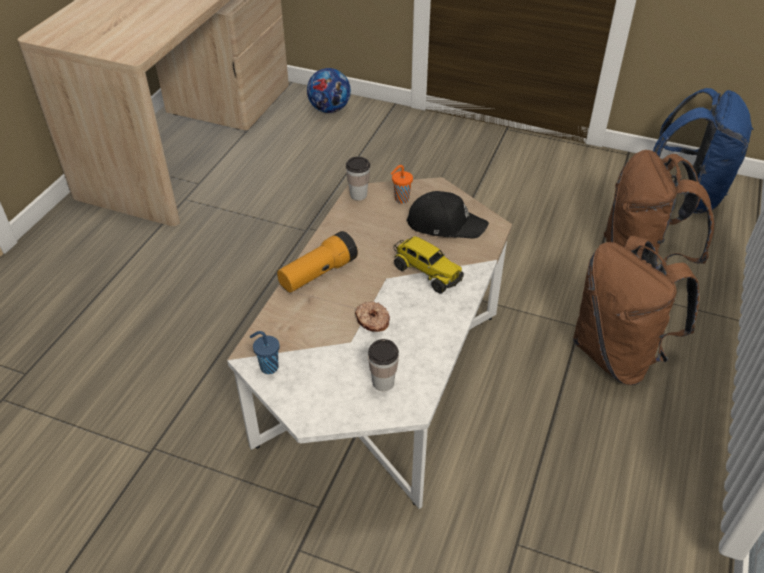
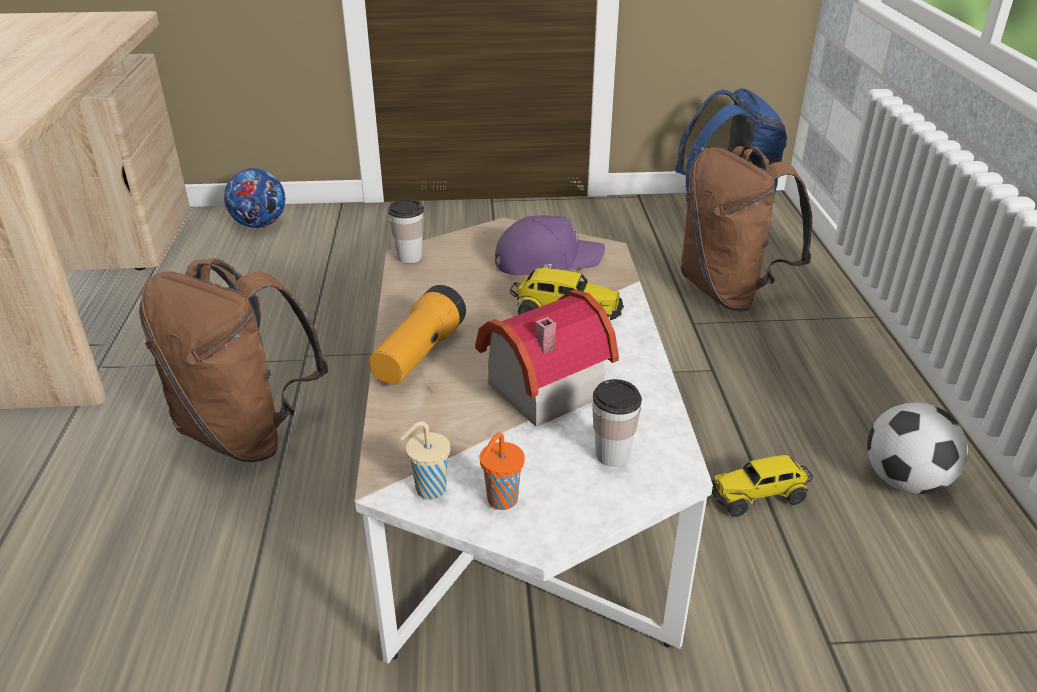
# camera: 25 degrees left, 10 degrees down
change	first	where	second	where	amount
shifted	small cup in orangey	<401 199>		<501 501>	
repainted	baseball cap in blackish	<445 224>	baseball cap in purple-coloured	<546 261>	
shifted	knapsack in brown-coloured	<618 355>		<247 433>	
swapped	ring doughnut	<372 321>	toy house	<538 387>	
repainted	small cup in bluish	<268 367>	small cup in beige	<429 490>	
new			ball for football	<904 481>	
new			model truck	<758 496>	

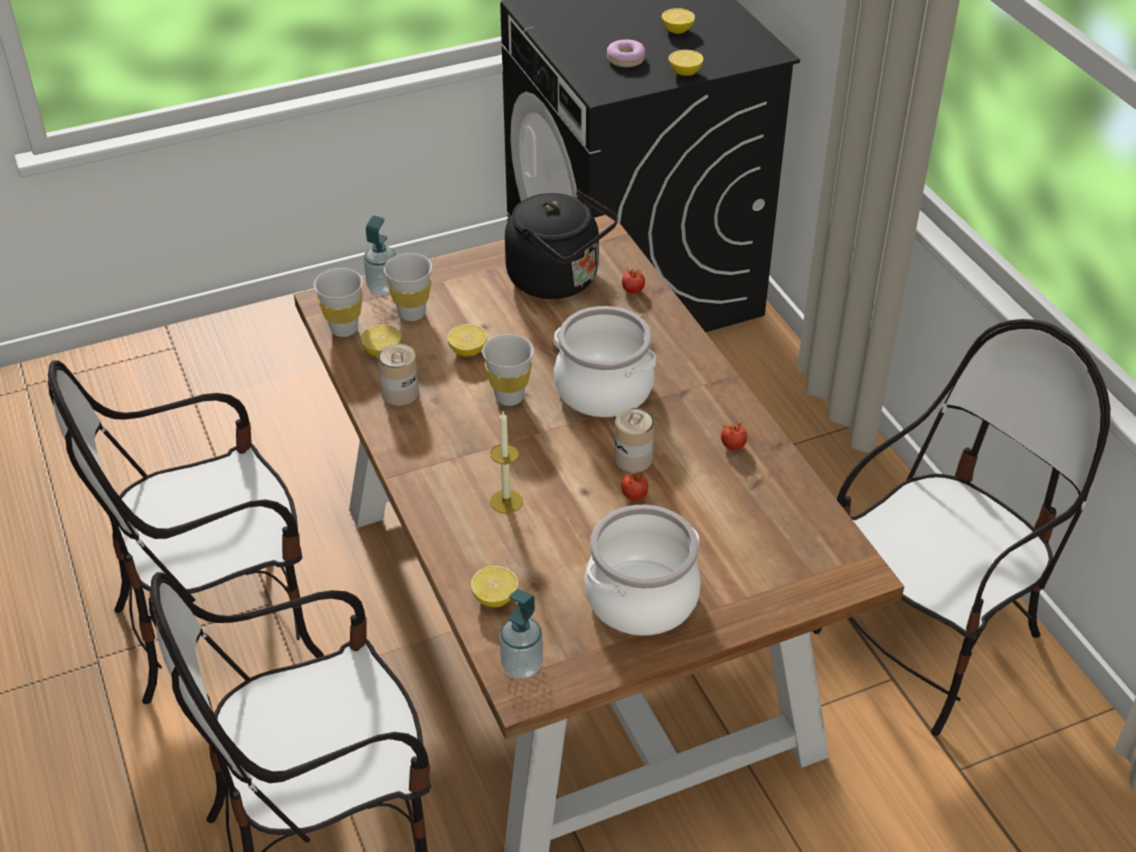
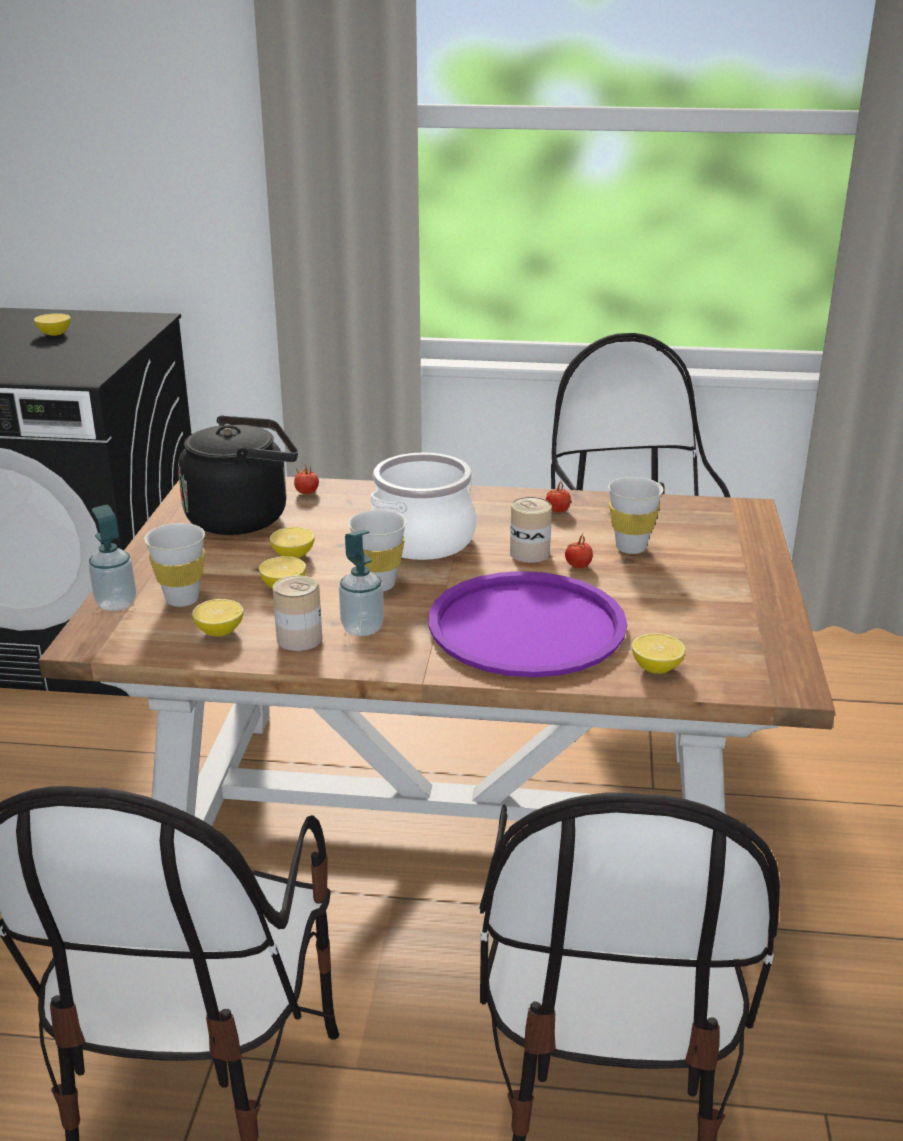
# camera: 60 degrees left, 15 degrees down
change	first	where	second	where	amount
gone	ring doughnut	<626 59>			
shifted	lemon	<685 73>		<293 555>	
shifted	small cup in whitish	<344 329>		<631 548>	
swapped	candle	<506 501>	tray in purple-coloured	<526 626>	
gone	saucepot	<642 599>			
shifted	liquid soap bottle	<522 666>		<362 628>	

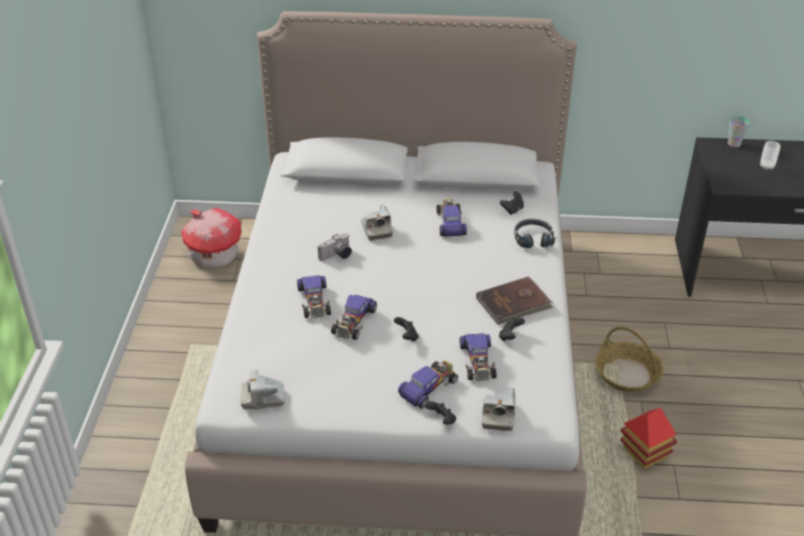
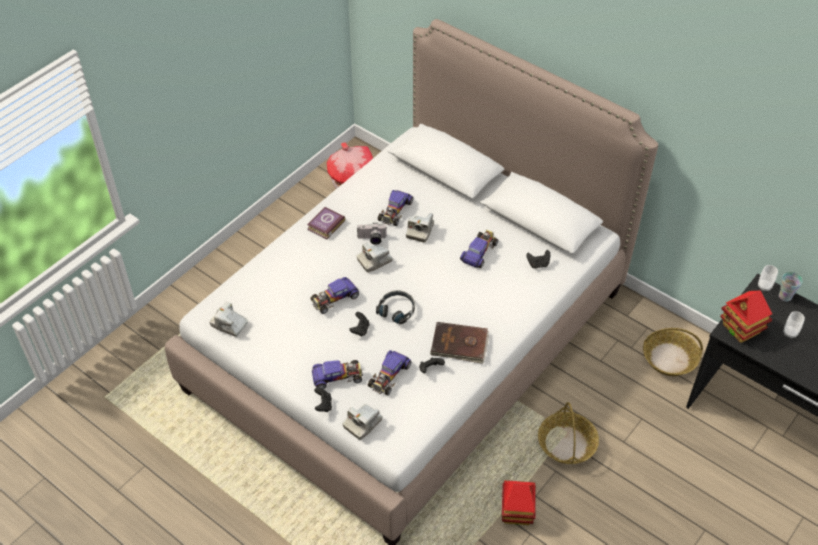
# camera: 35 degrees right, 10 degrees up
change	first	where	second	where	amount
shifted	pair of headphones in blackish	<533 238>		<397 310>	
shifted	model car	<314 301>		<395 211>	
new			bound book	<325 225>	
new			still camera	<374 261>	
new			small cup	<764 286>	
new			toy house	<741 329>	
new			basket	<669 358>	

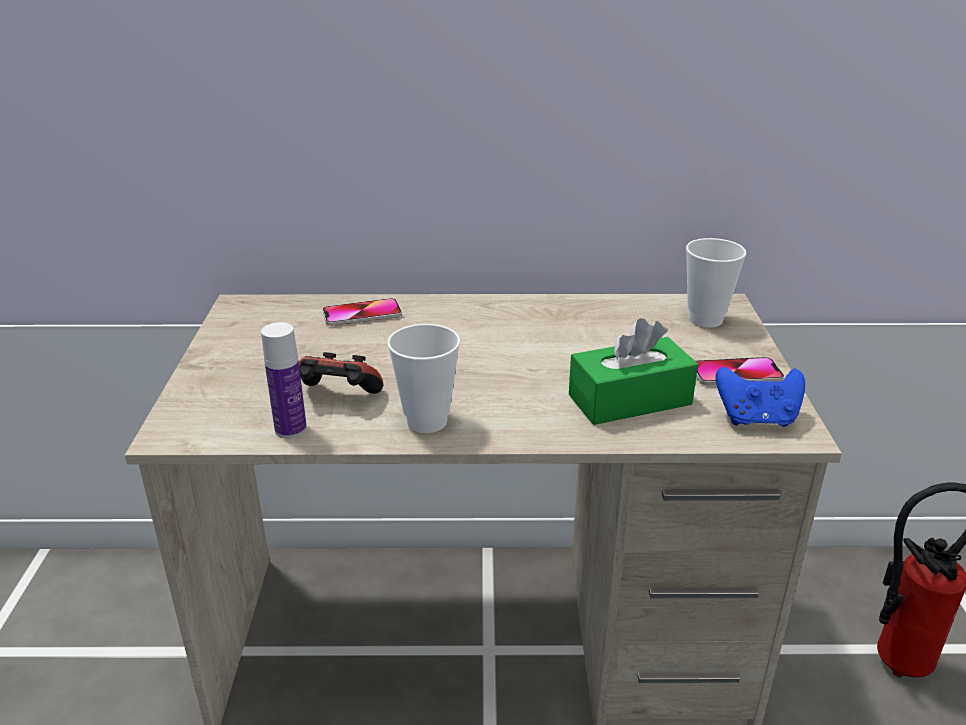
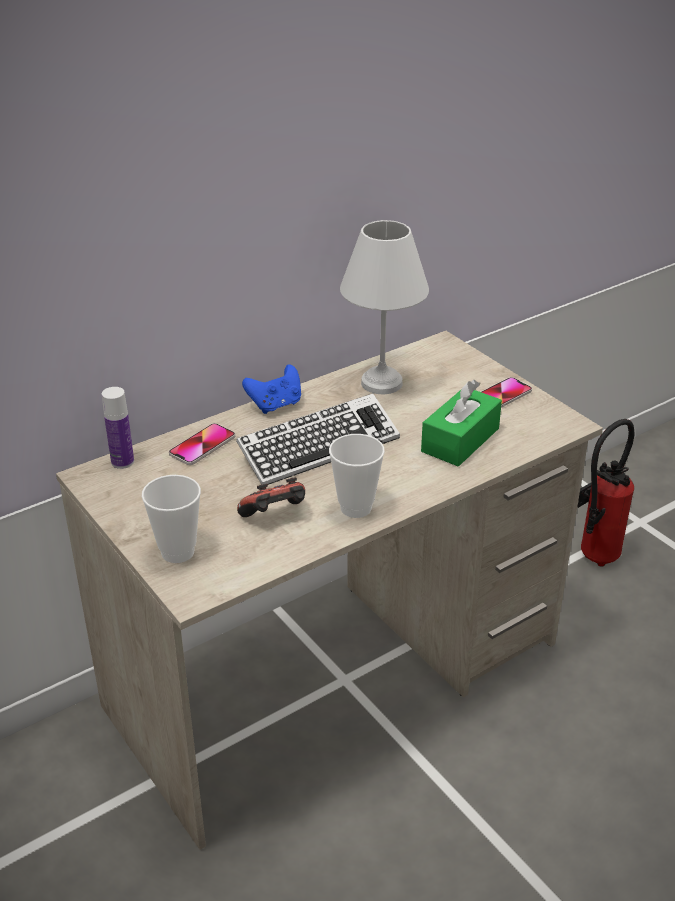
# camera: 35 degrees left, 5 degrees up
change	first	where	second	where	amount
shifted	small cup	<705 319>		<177 552>	
shifted	beverage bottle	<290 429>		<122 462>	
shifted	joypad in bluish	<756 419>		<275 405>	
new			table lamp in whitish	<379 383>	
new			PC keyboard	<319 447>	

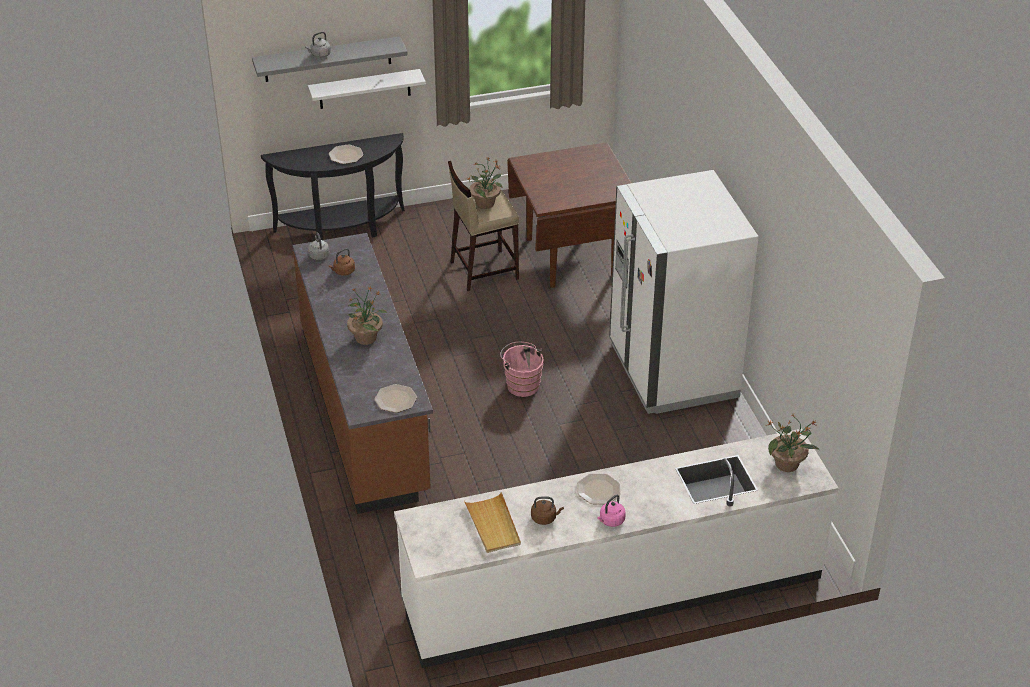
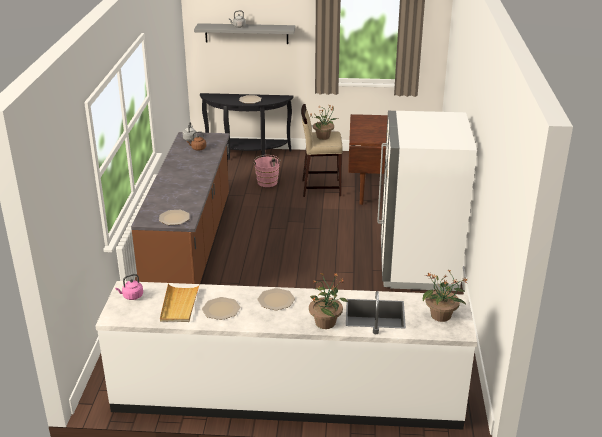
# camera: 20 degrees right, 10 degrees down
change	first	where	second	where	amount
gone	shelf in whitish	<364 89>			
shifted	plant in a pot	<366 337>		<326 322>	
shifted	water bucket in pink	<521 384>		<267 181>	
shifted	kettle in pink	<611 521>		<131 296>	
swapped	kettle in brown-coloured	<545 518>	plate	<221 309>	

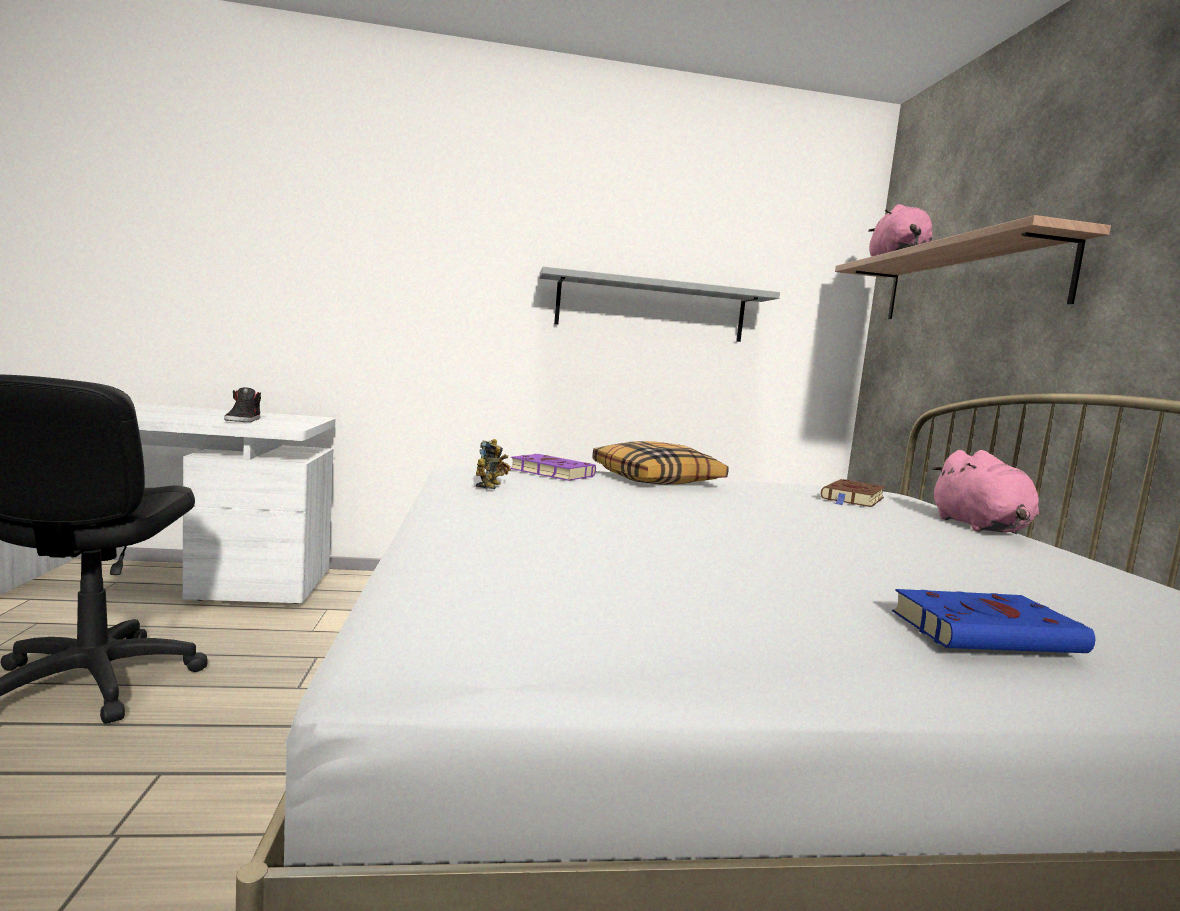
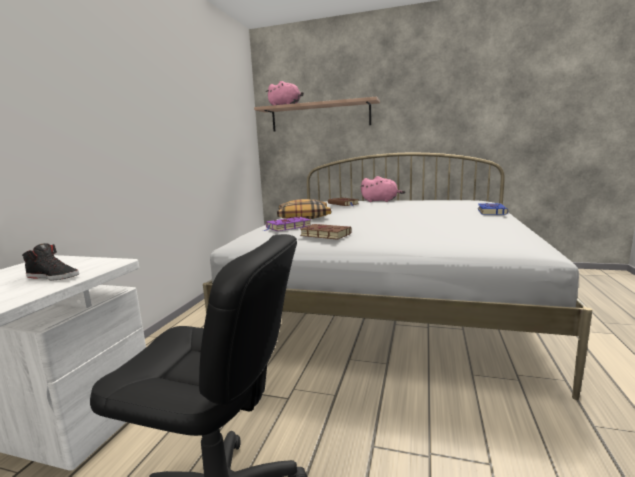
# camera: 65 degrees left, 5 degrees up
change	first	where	second	where	amount
gone	shelf in greyish	<651 308>			
swapped	model robot	<491 486>	bound book in brown-coloured	<324 235>	

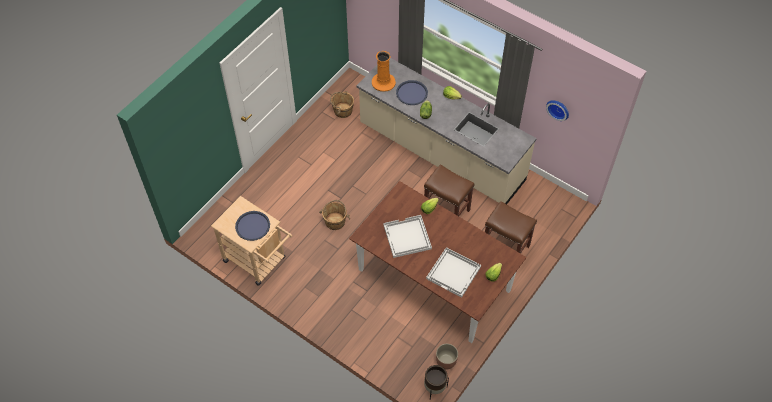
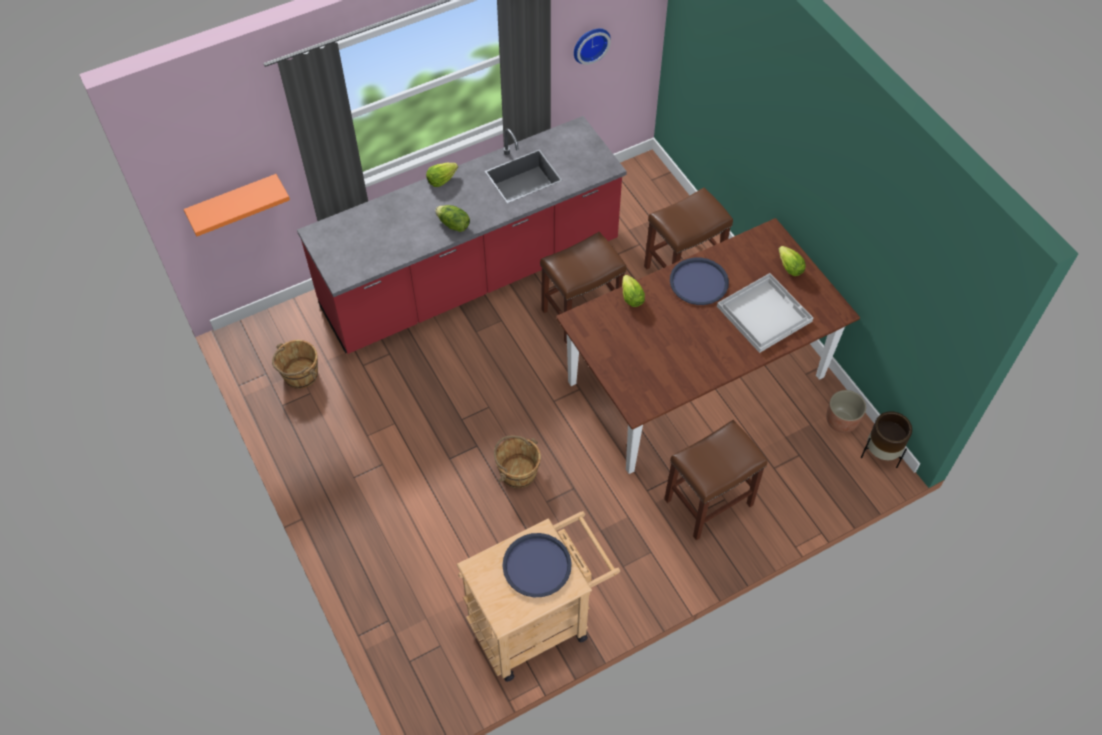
# camera: 65 degrees left, 0 degrees up
change	first	where	second	where	amount
gone	decorative vase in orangey	<383 82>			
repainted	counter in beige	<441 153>	counter in reddish	<471 277>	
shifted	tray in bluish	<411 93>		<699 282>	
gone	tray in whitish	<407 237>			
new			shelf in orangey	<234 203>	
new			stool seat in brown-coloured	<708 503>	

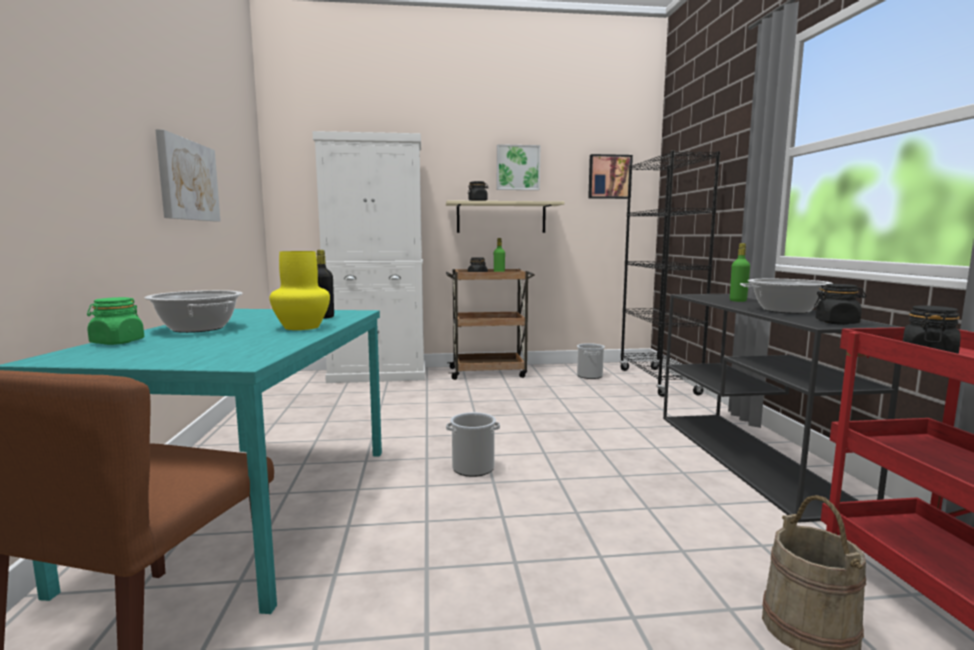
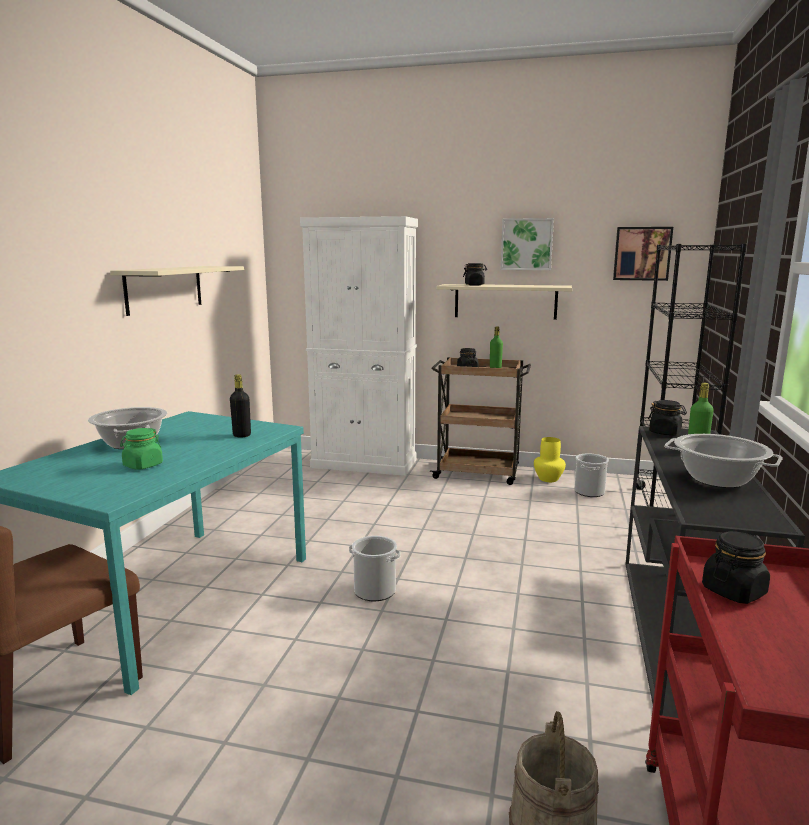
# camera: 20 degrees right, 5 degrees up
change	first	where	second	where	amount
swapped	wall art	<188 180>	shelf in beige	<164 289>	
shifted	decorative vase in yellow-coloured	<302 327>		<548 479>	
shifted	storage jar in blackish	<837 323>		<665 432>	
shifted	storage jar in green-coloured	<117 342>		<143 465>	

